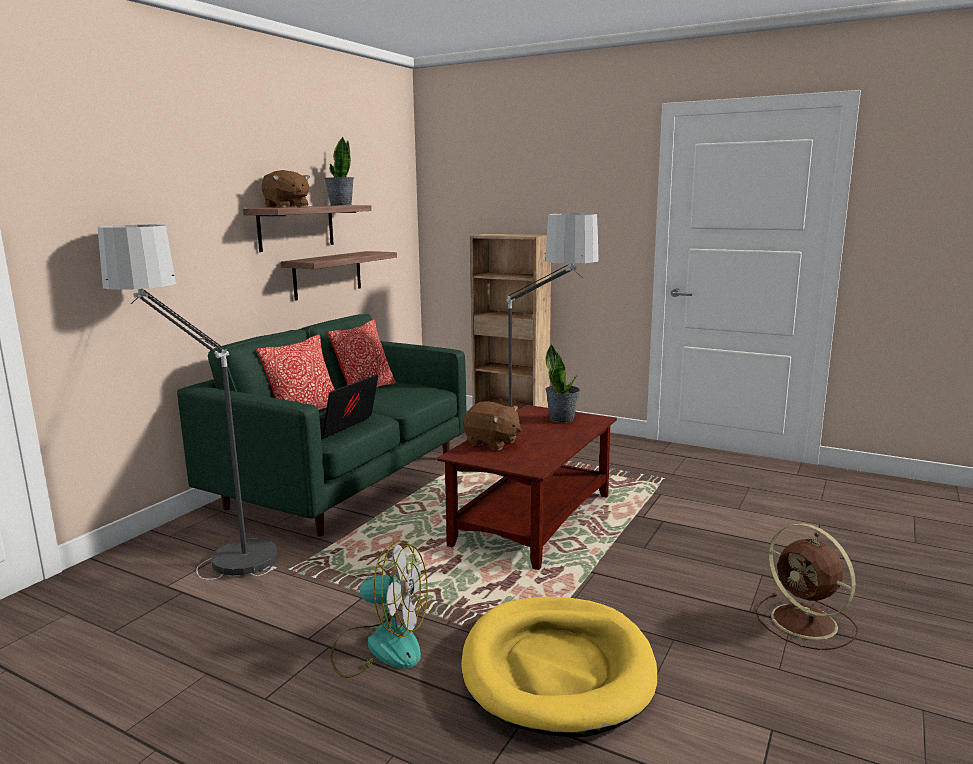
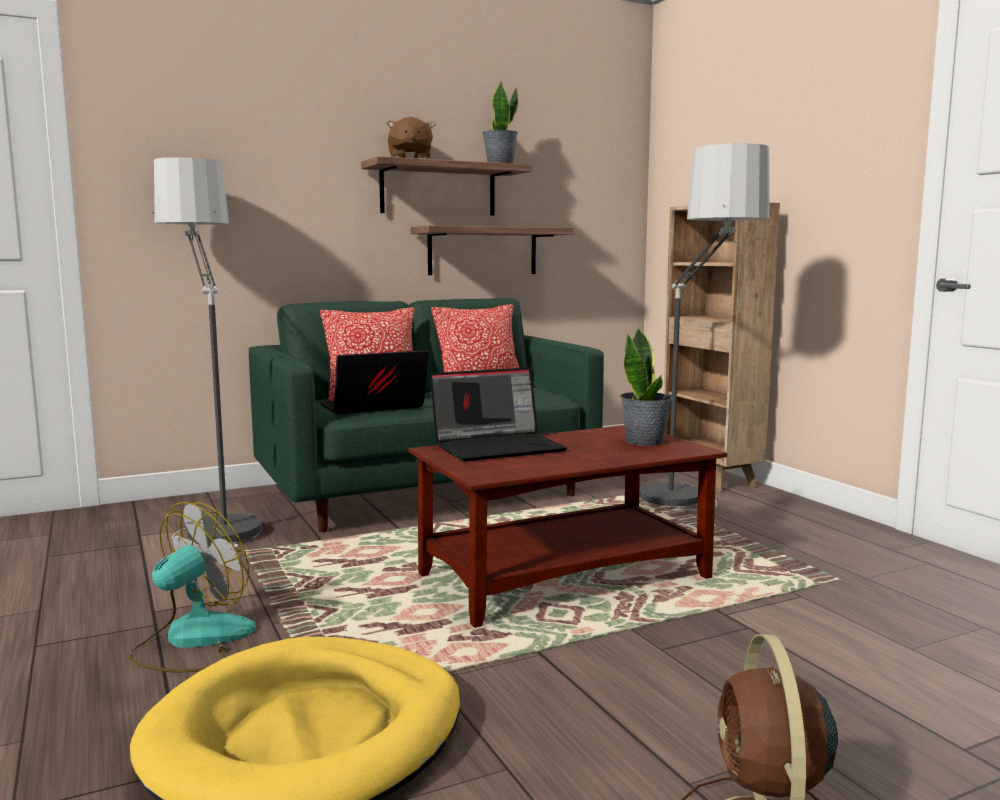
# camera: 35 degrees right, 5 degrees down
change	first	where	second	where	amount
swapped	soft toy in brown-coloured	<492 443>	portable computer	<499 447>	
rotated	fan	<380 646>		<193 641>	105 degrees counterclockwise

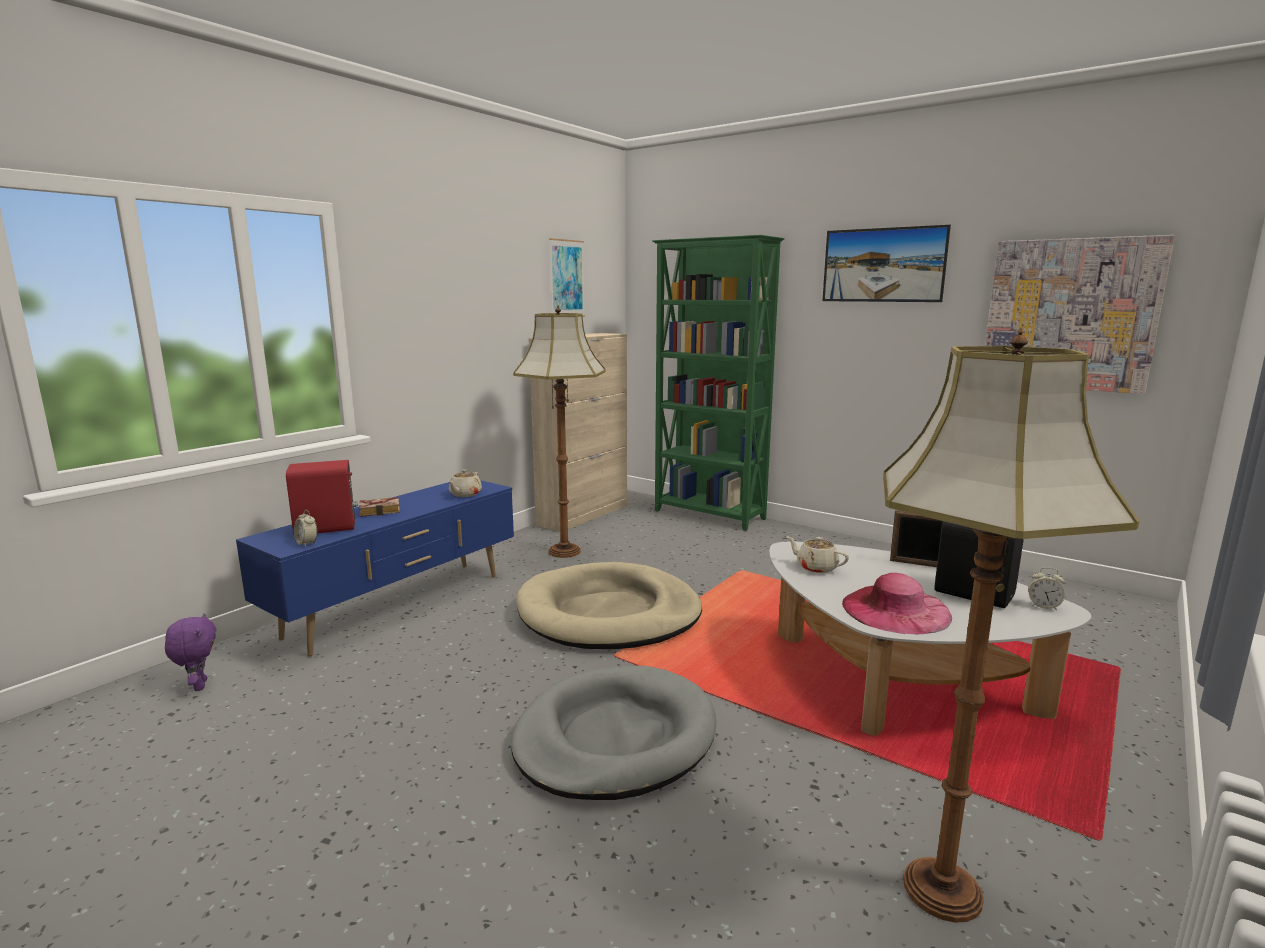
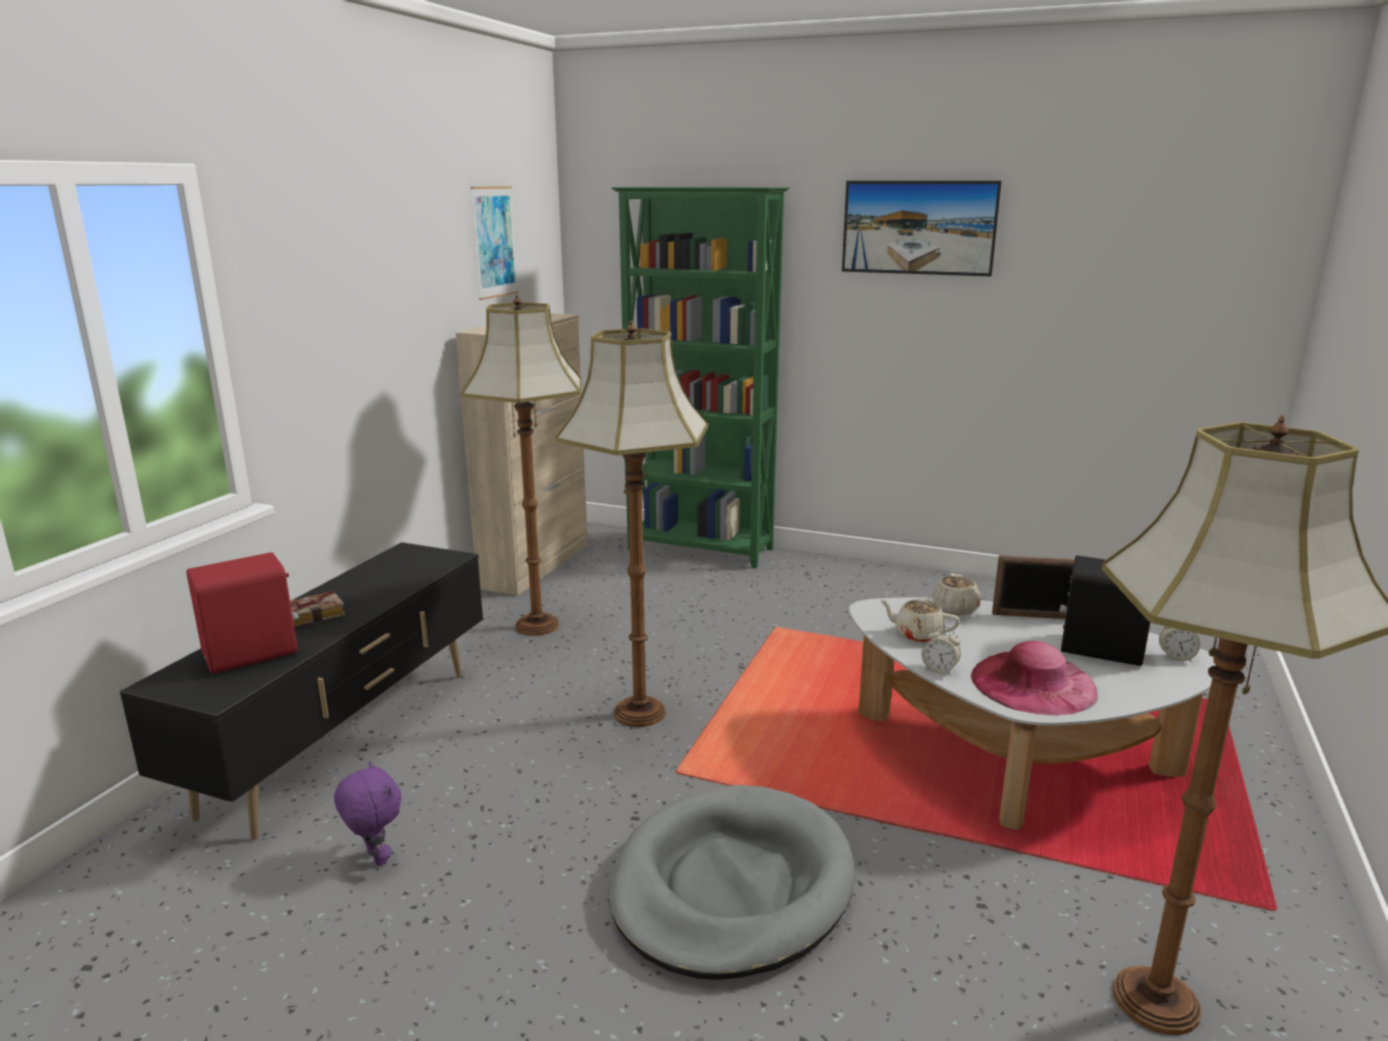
# camera: 15 degrees left, 5 degrees up
change	first	where	second	where	amount
gone	wall art	<1070 314>			
shifted	pot for tea in beige	<465 494>		<955 609>	
repainted	tv stand in bluish	<400 605>	tv stand in blackish	<346 739>	
shifted	alarm clock	<307 543>		<939 670>	
swapped	pet bed in beige	<609 613>	standing lamp	<641 712>	
shifted	soft toy in purple-coloured	<198 686>		<375 858>	

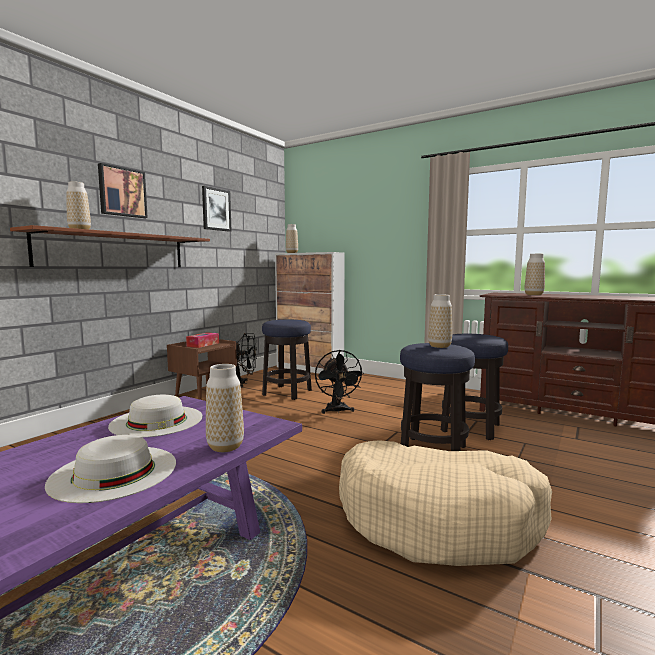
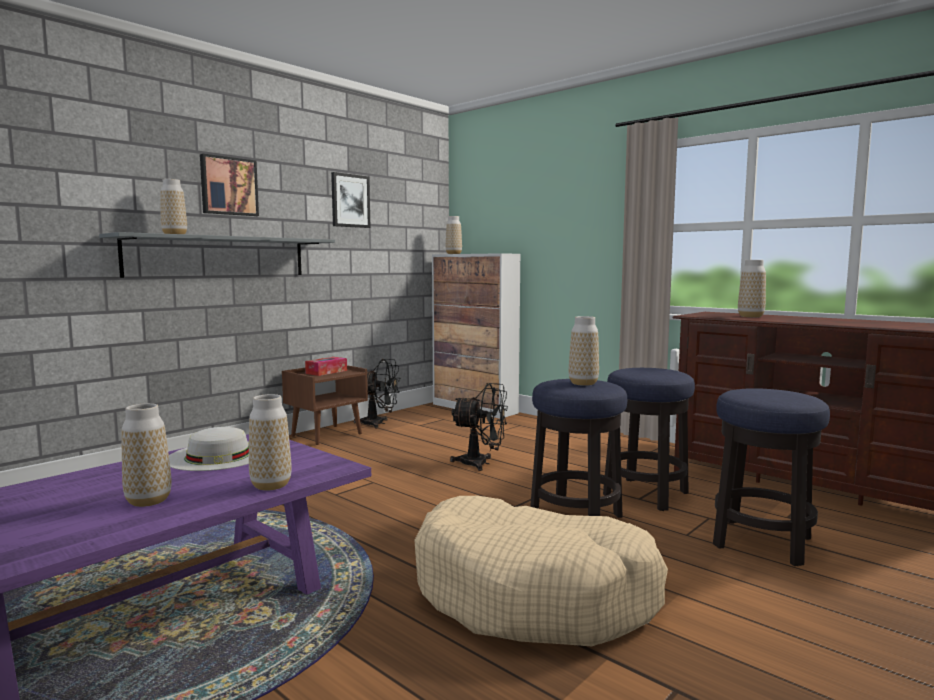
# camera: 10 degrees right, 0 degrees up
change	first	where	second	where	amount
repainted	shelf in brown-coloured	<115 251>	shelf in greyish	<219 256>	
shifted	stool seat	<287 393>		<762 542>	
rotated	fan in blackish	<337 411>		<481 463>	75 degrees counterclockwise
swapped	hat in whitish	<114 472>	decorative vase	<148 501>	

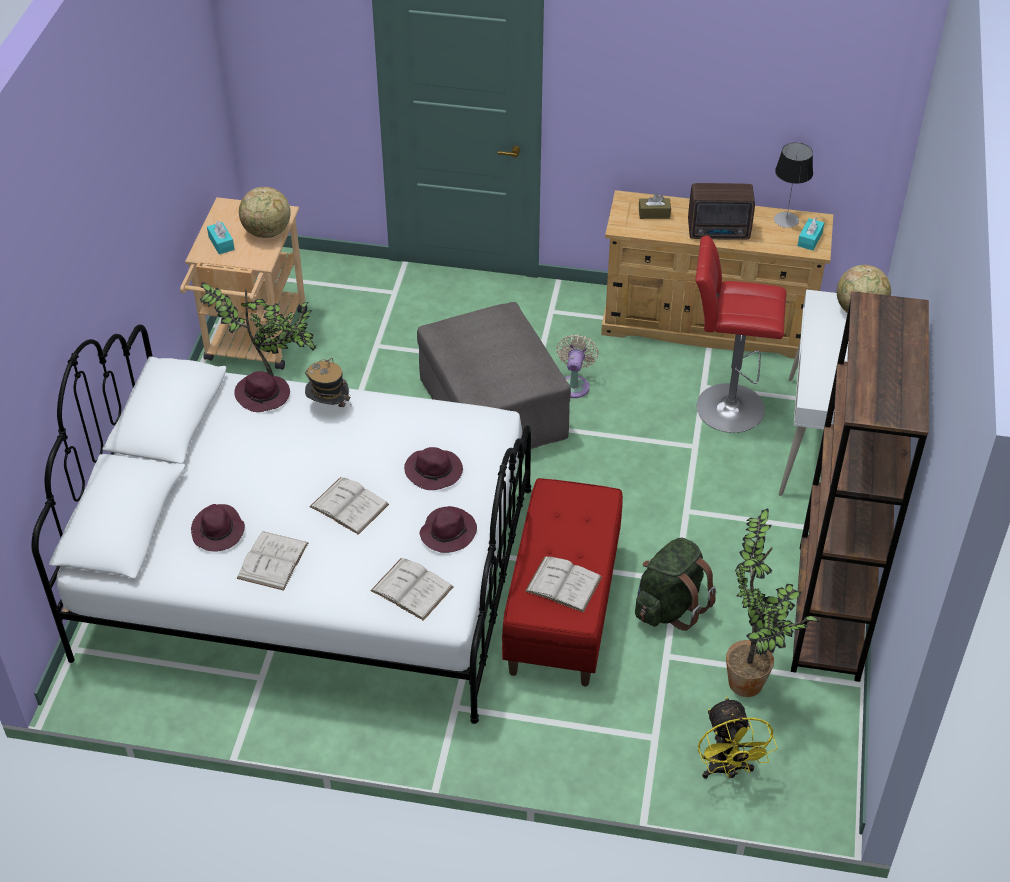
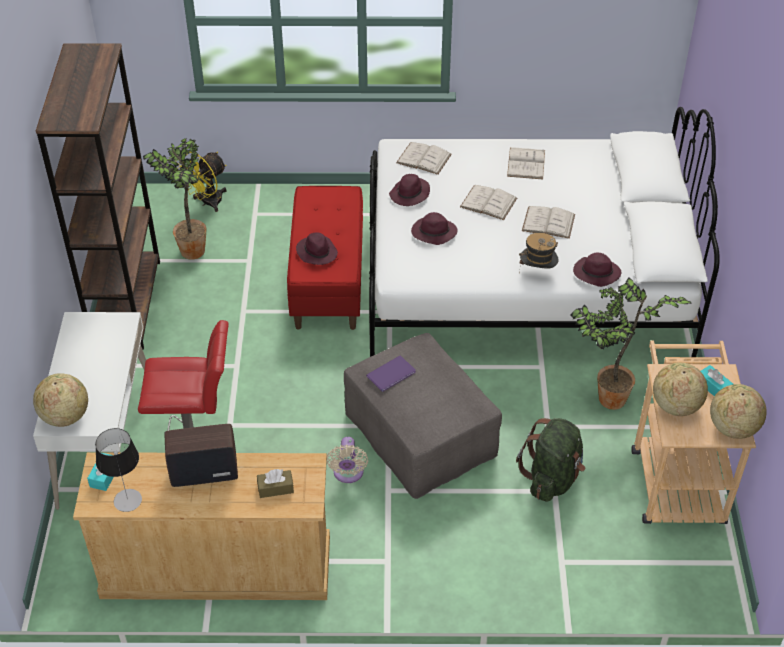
# camera: 170 degrees right, 0 degrees up
change	first	where	second	where	amount
shifted	hat in purple-coloured	<218 531>		<316 252>	
shifted	knapsack in green-coloured	<670 606>		<552 478>	
shifted	bound book in whitish	<563 584>		<548 222>	
rotated	fan in yellow-coloured	<727 769>		<207 203>	120 degrees counterclockwise
new			bound book in purple-coloured	<393 374>	
new			desk globe	<732 428>	

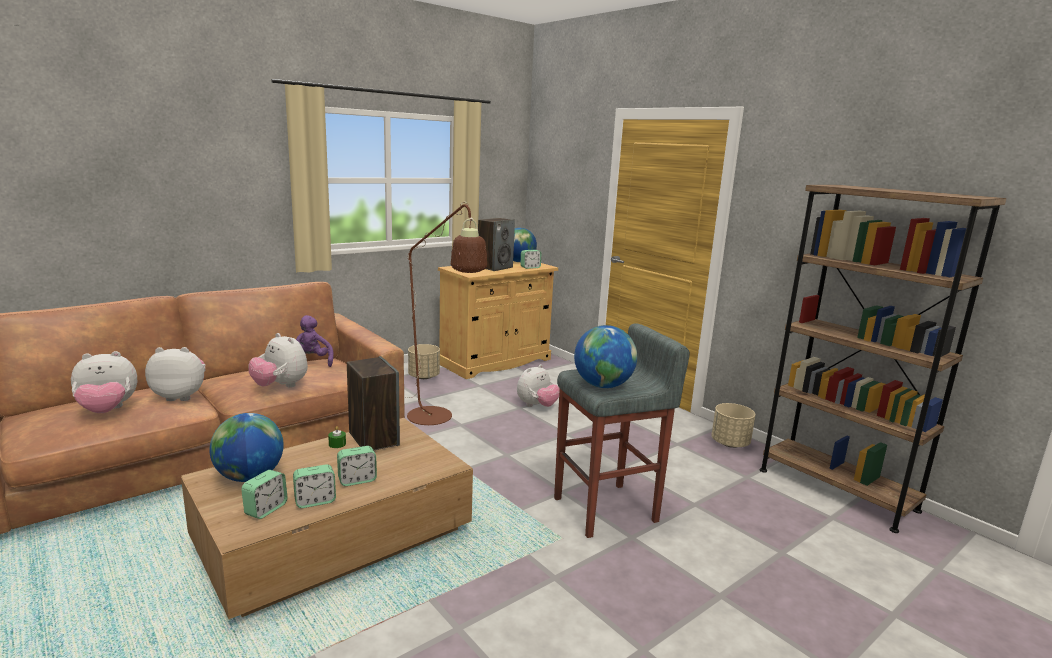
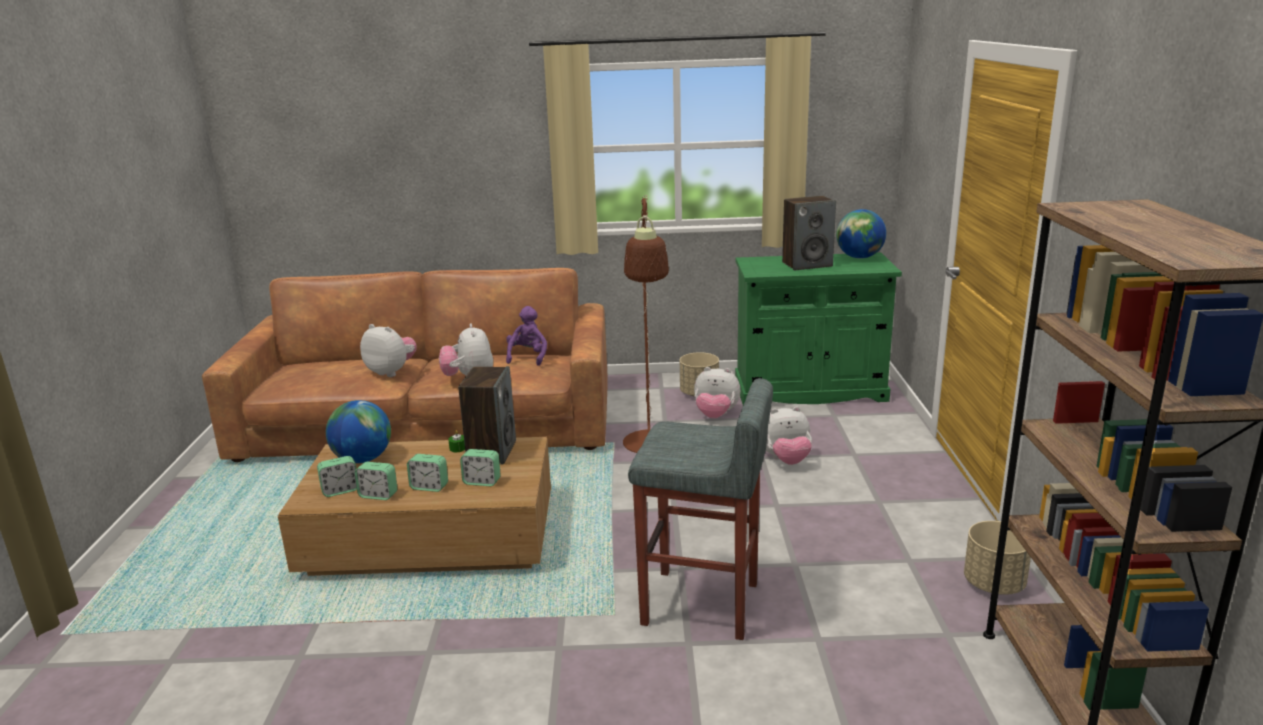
# camera: 40 degrees right, 5 degrees up
change	first	where	second	where	amount
shifted	alarm clock	<530 267>		<482 482>	
repainted	cabinet in beige	<495 361>	cabinet in green-coloured	<809 390>	
gone	desk globe	<603 386>			
shifted	soft toy	<107 410>		<716 415>	

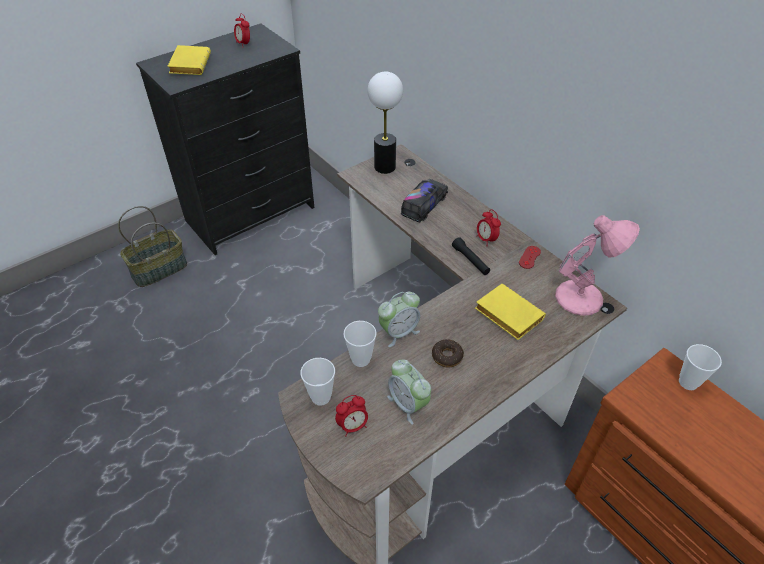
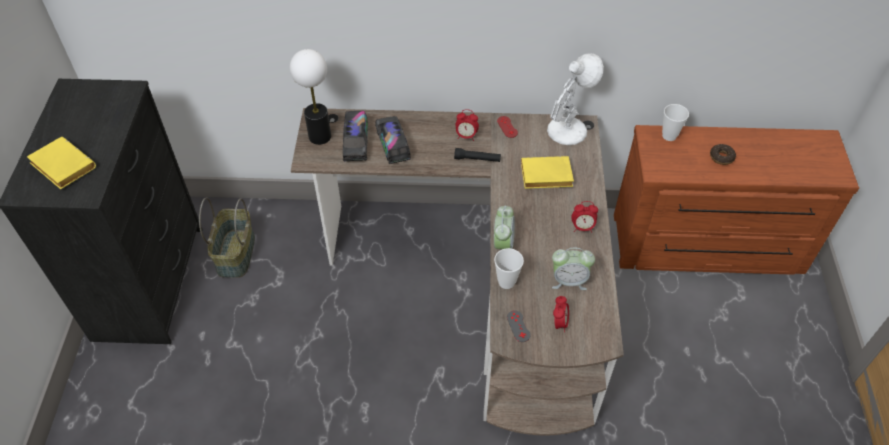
# camera: 50 degrees left, 5 degrees up
change	first	where	second	where	amount
shifted	alarm clock	<244 44>		<582 227>	
shifted	basket	<159 269>		<235 253>	
repainted	table lamp in pink	<582 297>	table lamp in whitish	<568 129>	
shifted	ring doughnut	<447 356>		<721 157>	
swapped	small cup	<321 397>	joypad in greyish	<518 326>	
new			model truck	<356 143>	

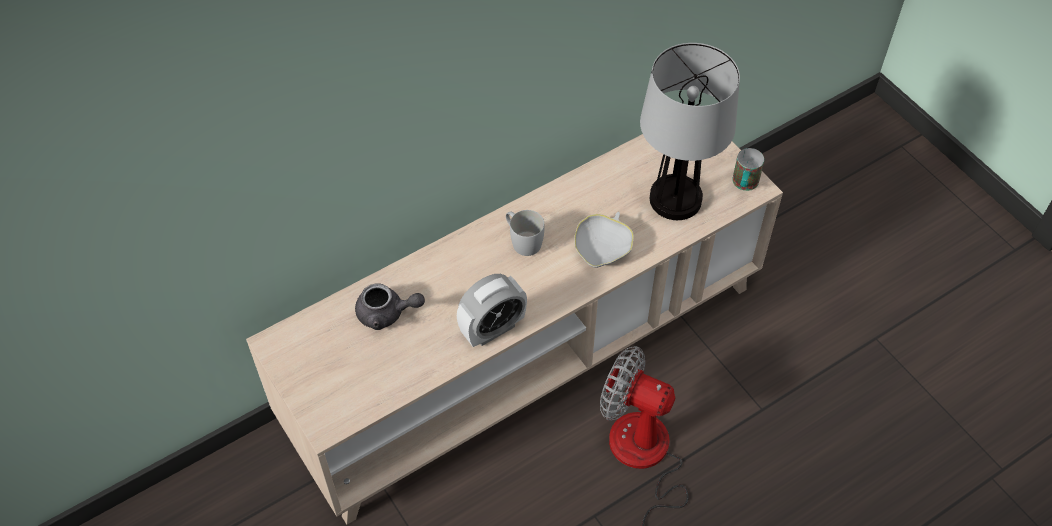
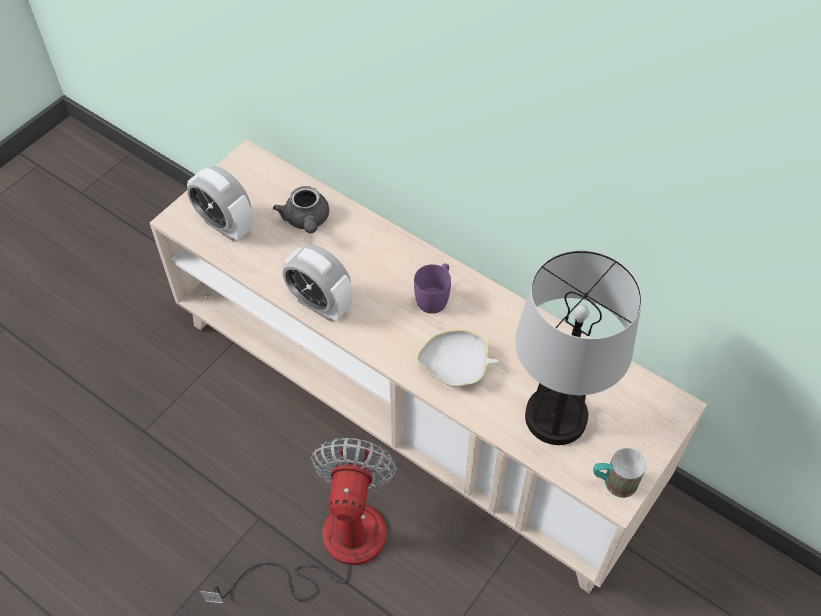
# camera: 70 degrees right, 0 degrees up
change	first	where	second	where	amount
repainted	tea mug in whitish	<522 240>	tea mug in purple-coloured	<435 296>	
new			alarm clock	<225 225>	

